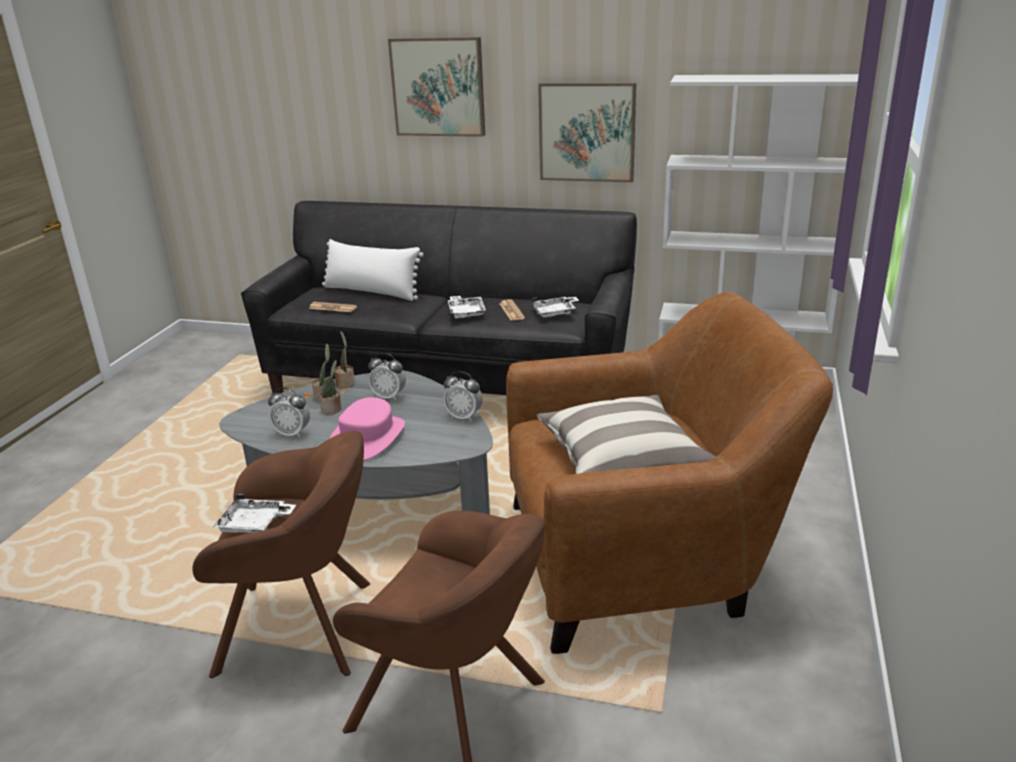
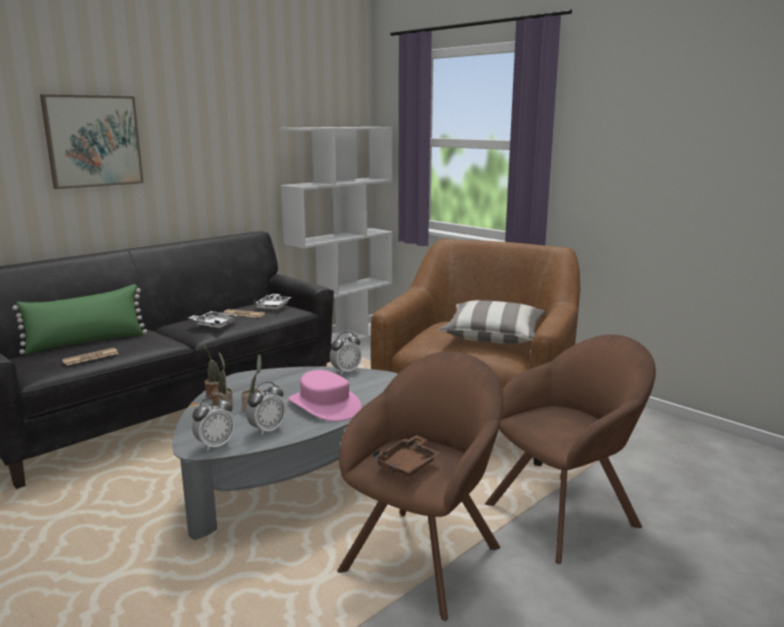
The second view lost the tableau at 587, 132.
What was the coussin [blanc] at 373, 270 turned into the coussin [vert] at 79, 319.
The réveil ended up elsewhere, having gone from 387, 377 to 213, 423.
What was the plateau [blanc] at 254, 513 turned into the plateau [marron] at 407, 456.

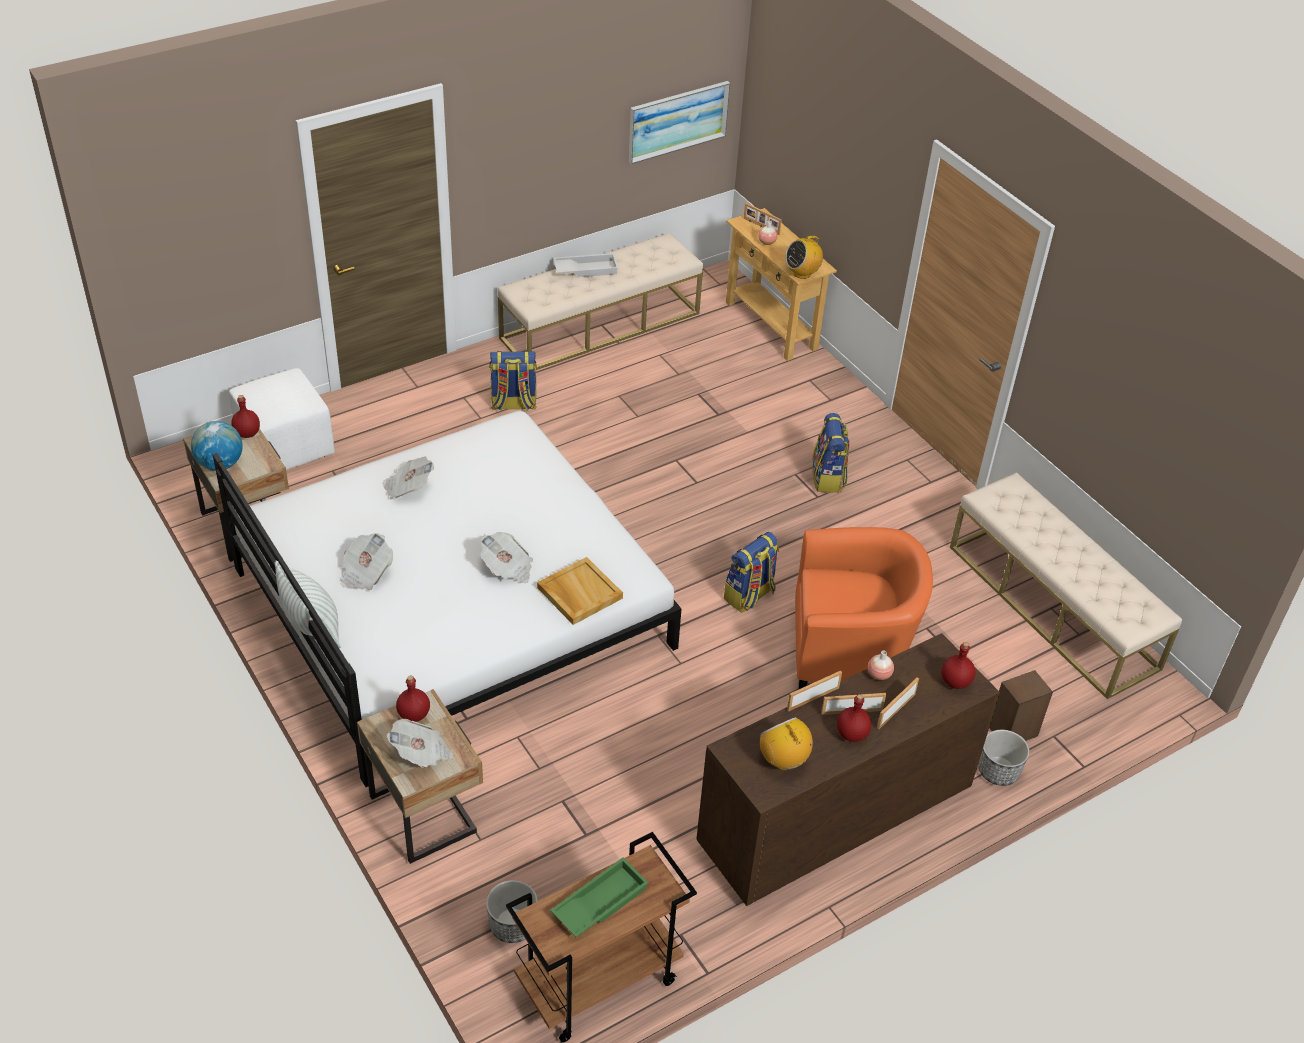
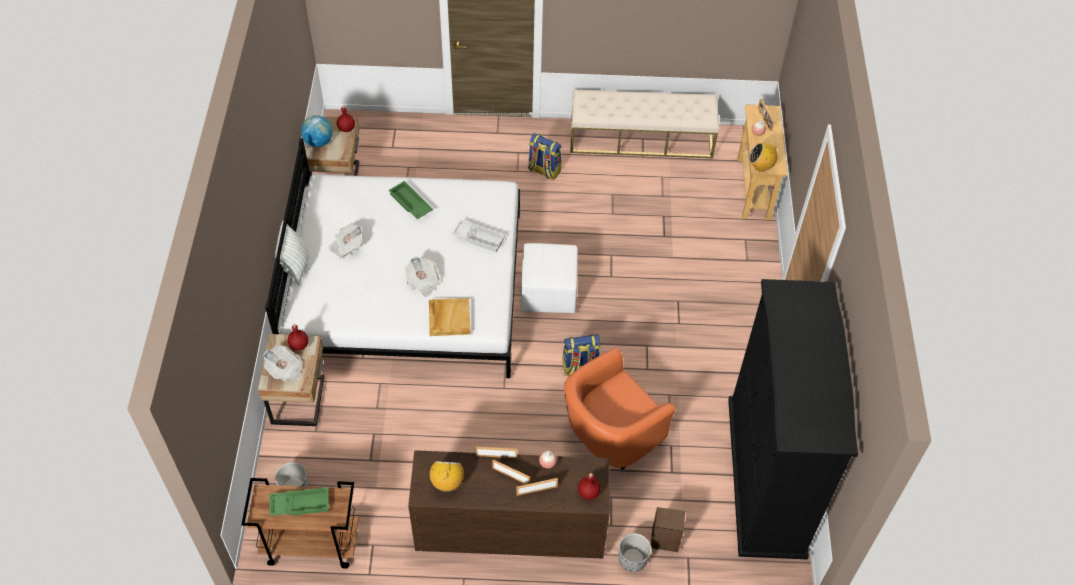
The second view lost the tableau at 679, 122.
The plateau [blanc] ended up elsewhere, having gone from 586, 265 to 478, 235.
The pouf [blanc] ended up elsewhere, having gone from 282, 419 to 549, 278.
The second view lost the sac à dos at 830, 453.
Where the journal stood at 408, 478, the plateau [vert] came to stand at 410, 200.
Where the banc [beige] stood at 1066, 585, the armoire [noir] came to stand at 793, 419.
The fauteuil [orange] at 864, 608 ended up facing another way, 105 degrees clockwise from before.
The second view lost the bouteille [rouge] at 854, 718.

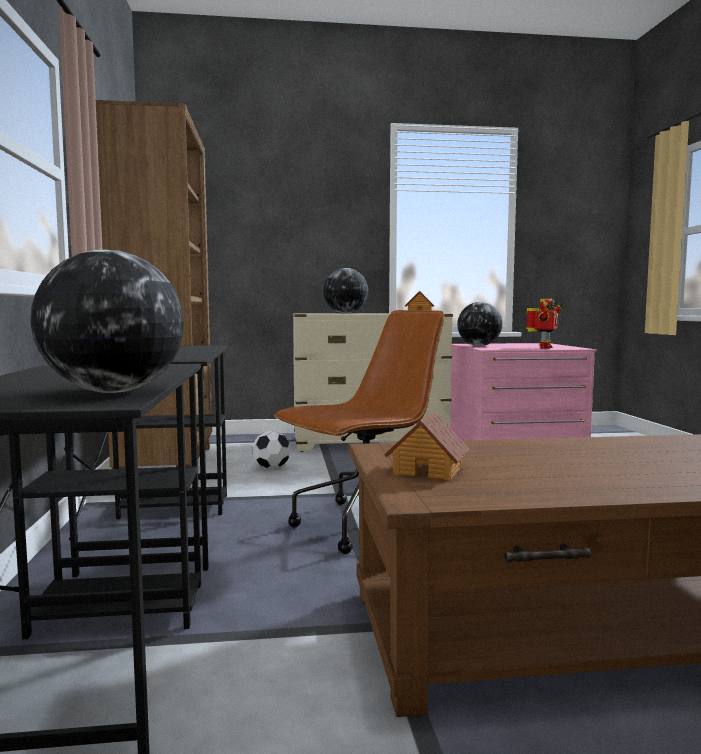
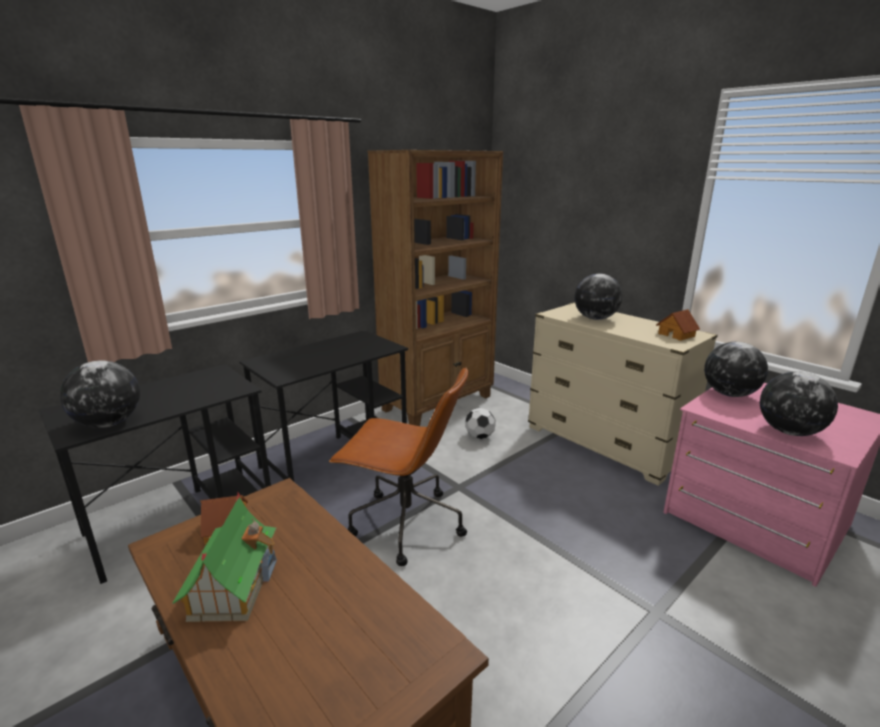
Where the robot jouet stood at 544, 324, the globe came to stand at 799, 403.
The second view gained the maison miniature at 224, 557.

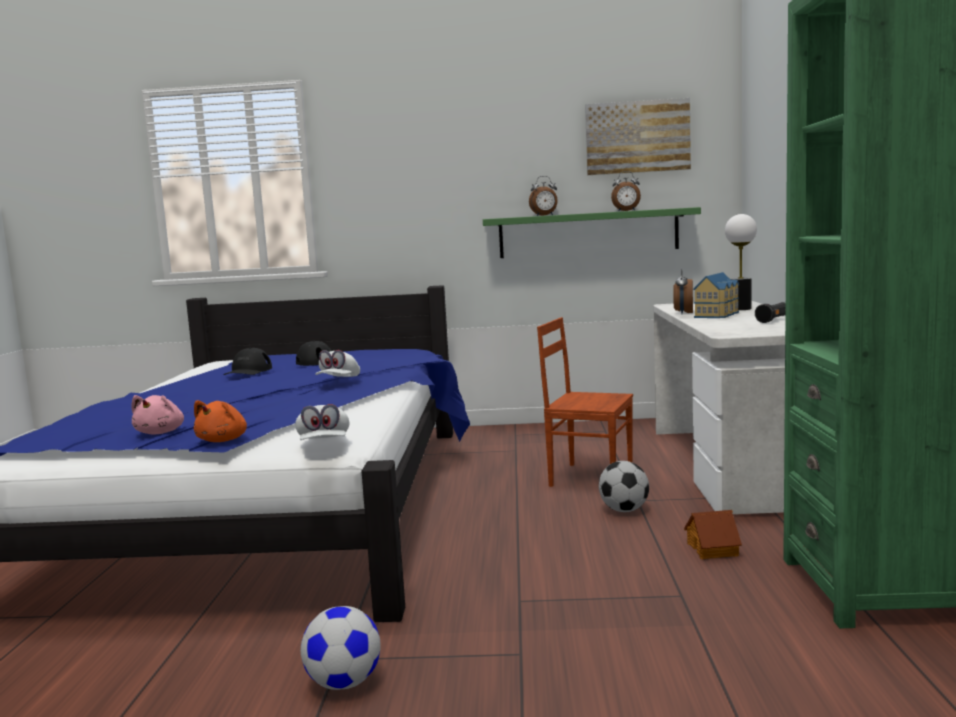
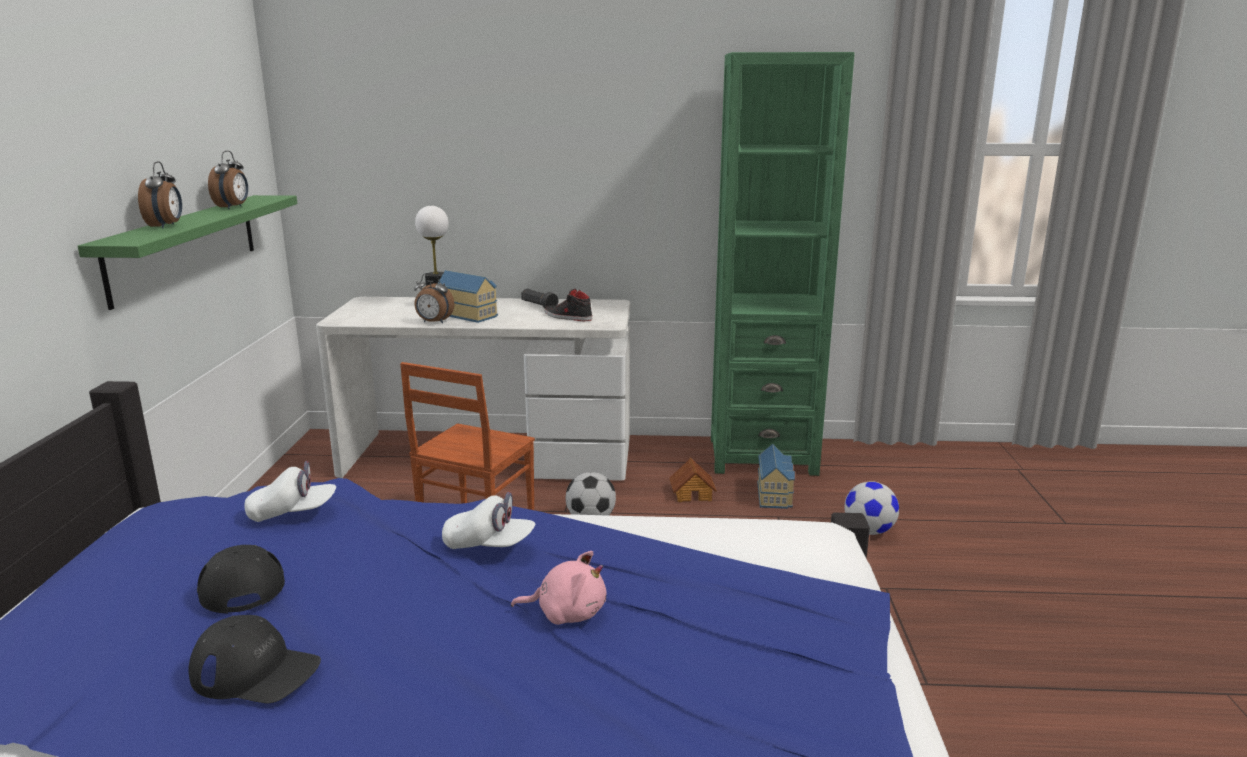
The second view lost the tableau at 638, 136.
The peluche [rose] ended up elsewhere, having gone from 157, 414 to 559, 588.
The second view lost the peluche [orange] at 220, 421.
The casquette [blanc] ended up elsewhere, having gone from 322, 422 to 290, 491.
The ballon de foot ended up elsewhere, having gone from 341, 648 to 871, 508.
The second view gained the chaussure [noir] at 568, 305.
The second view gained the maison miniature at 776, 476.

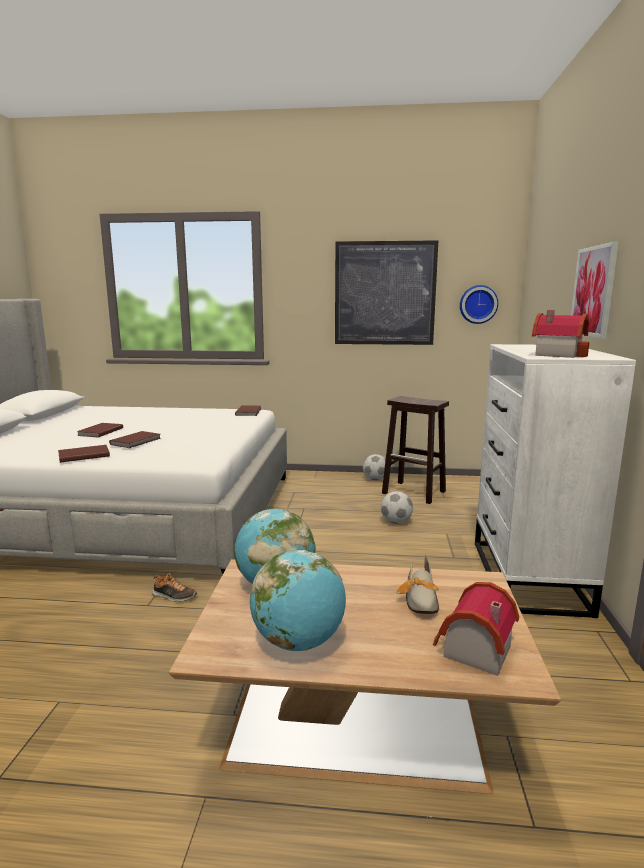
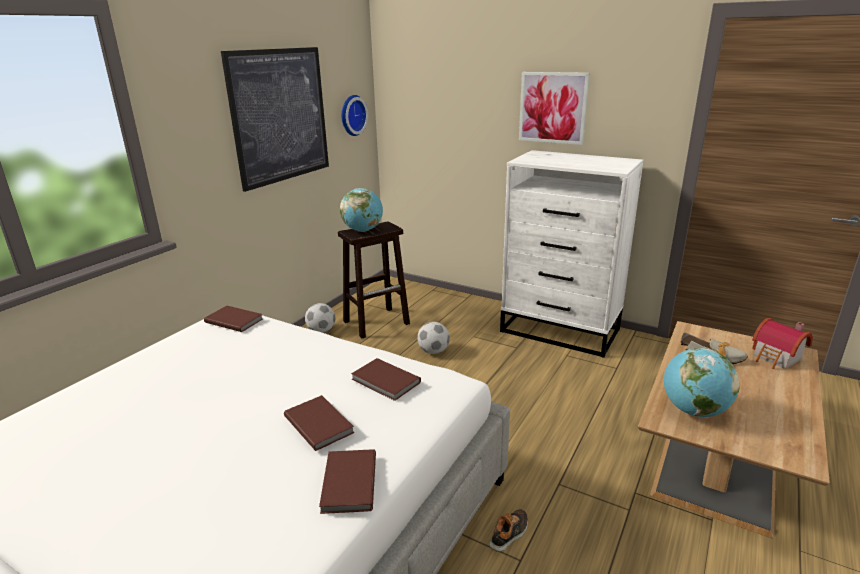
The second view lost the maison miniature at 560, 334.
The livre [marron] ended up elsewhere, having gone from 100, 430 to 386, 379.
The globe ended up elsewhere, having gone from 298, 600 to 361, 210.

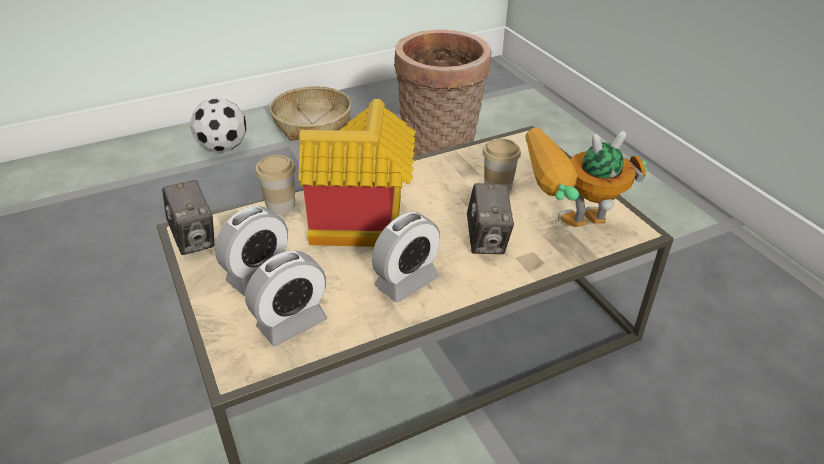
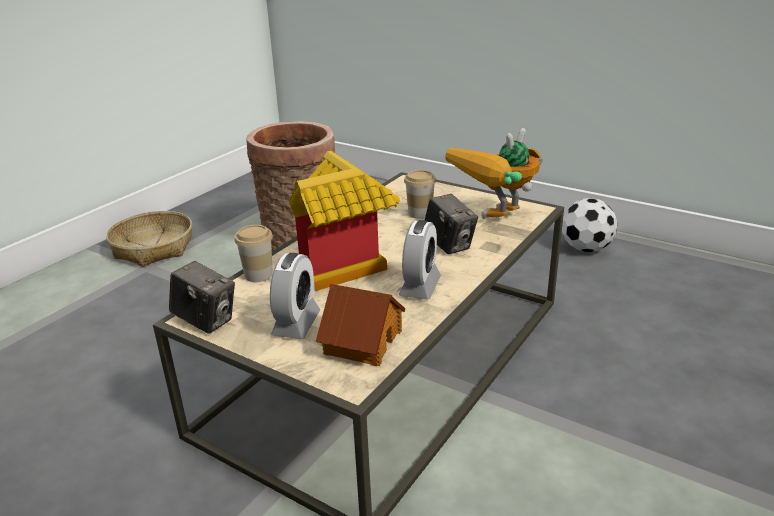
The ballon de foot ended up elsewhere, having gone from 219, 125 to 590, 225.
Where the réveil stood at 286, 298, the maison miniature came to stand at 360, 325.

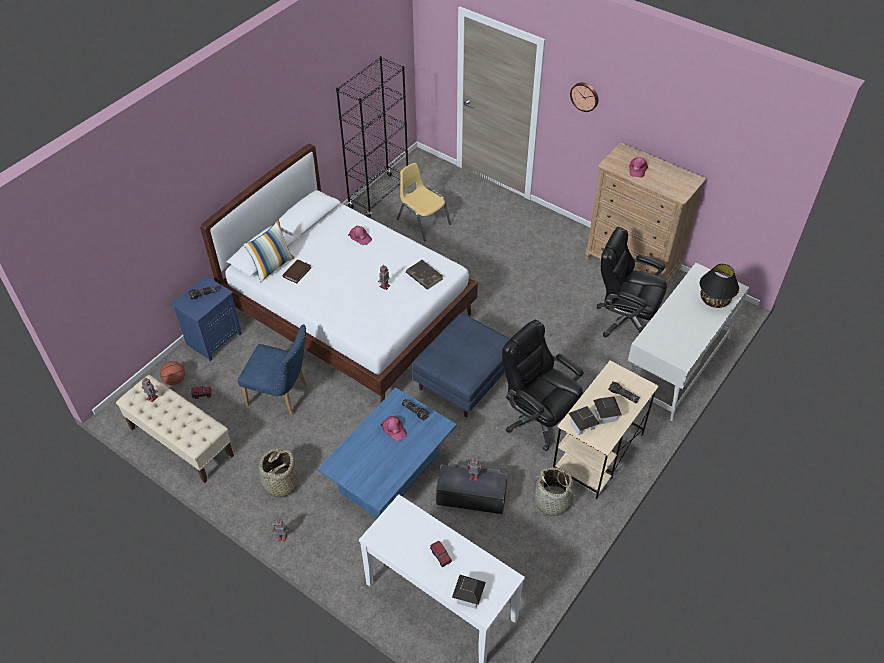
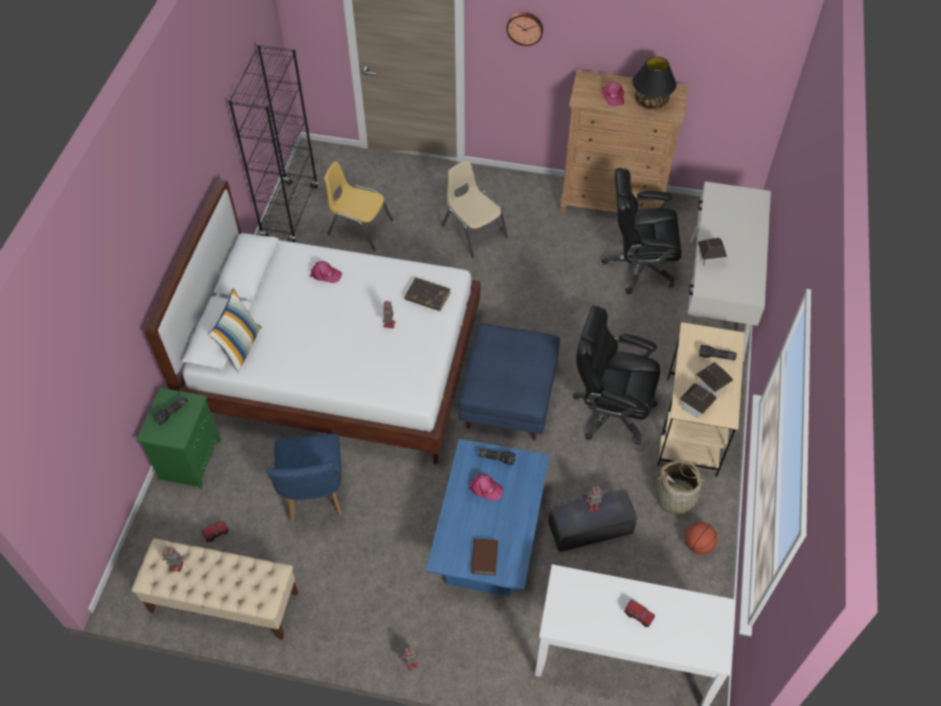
The livre [marron] ended up elsewhere, having gone from 296, 271 to 484, 557.
The lampe de table [noir] ended up elsewhere, having gone from 719, 286 to 654, 83.
What was the table de chevet [bleu] at 206, 318 turned into the table de chevet [vert] at 178, 438.
The chaise [bleu] at 273, 369 ended up facing another way, 90 degrees clockwise from before.
The ballon de basket ended up elsewhere, having gone from 172, 373 to 701, 538.
The second view lost the panier at 279, 474.
The maison miniature ended up elsewhere, having gone from 469, 592 to 712, 252.
The second view gained the chaise [beige] at 475, 209.

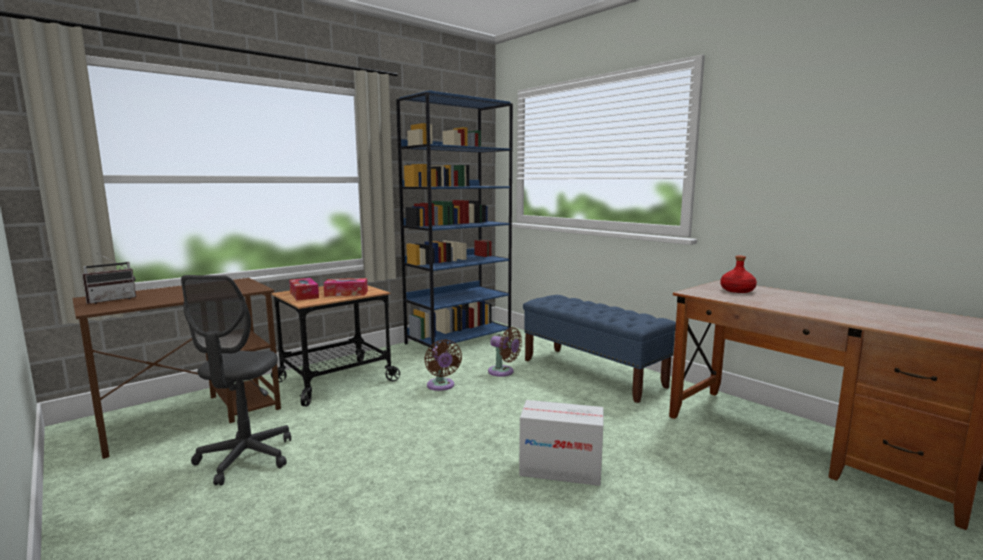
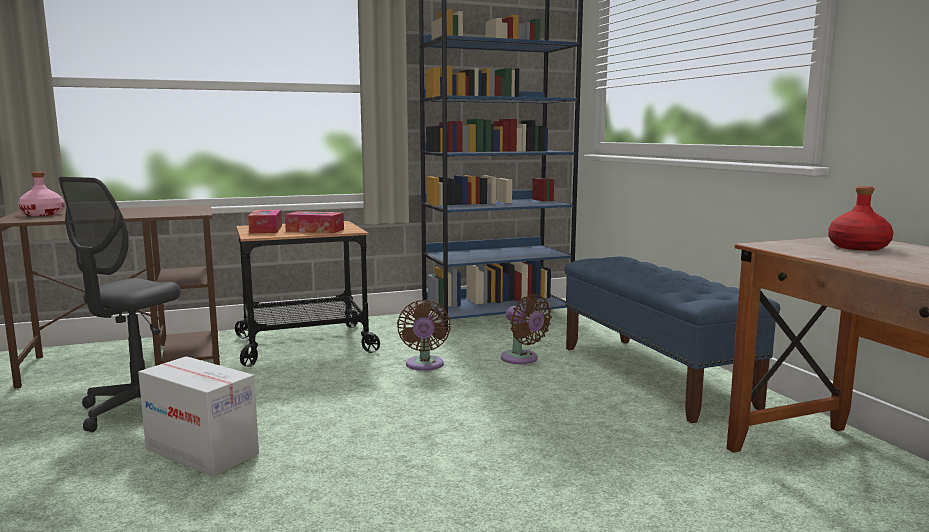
Where the radio stood at 109, 278, the bouteille [rose] came to stand at 41, 194.
The carton ended up elsewhere, having gone from 561, 443 to 198, 416.

